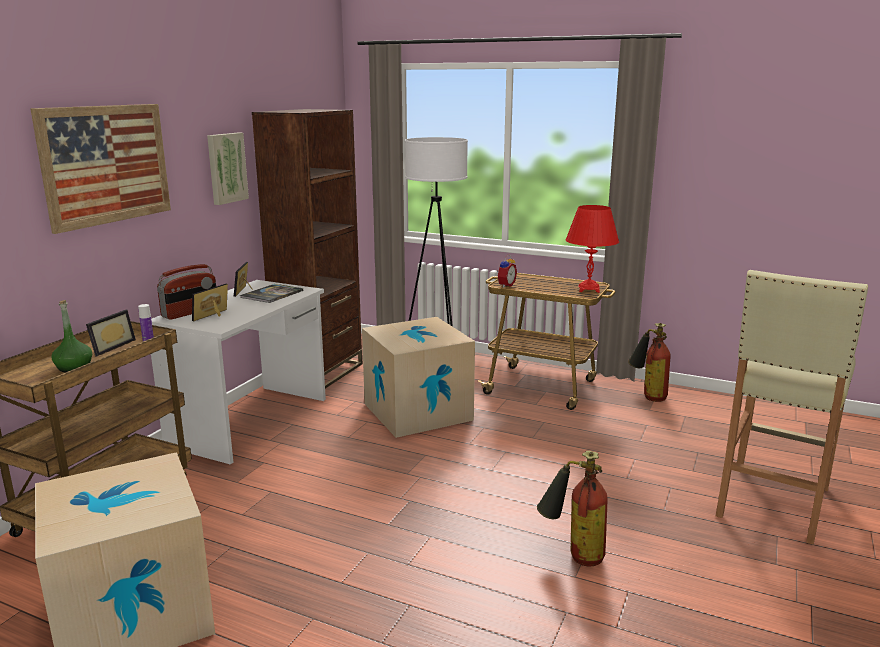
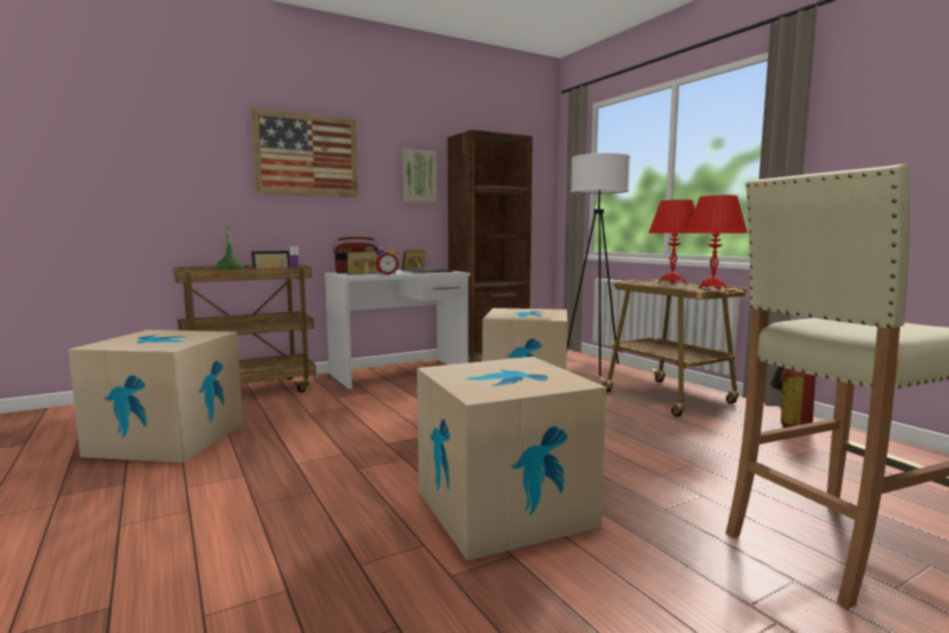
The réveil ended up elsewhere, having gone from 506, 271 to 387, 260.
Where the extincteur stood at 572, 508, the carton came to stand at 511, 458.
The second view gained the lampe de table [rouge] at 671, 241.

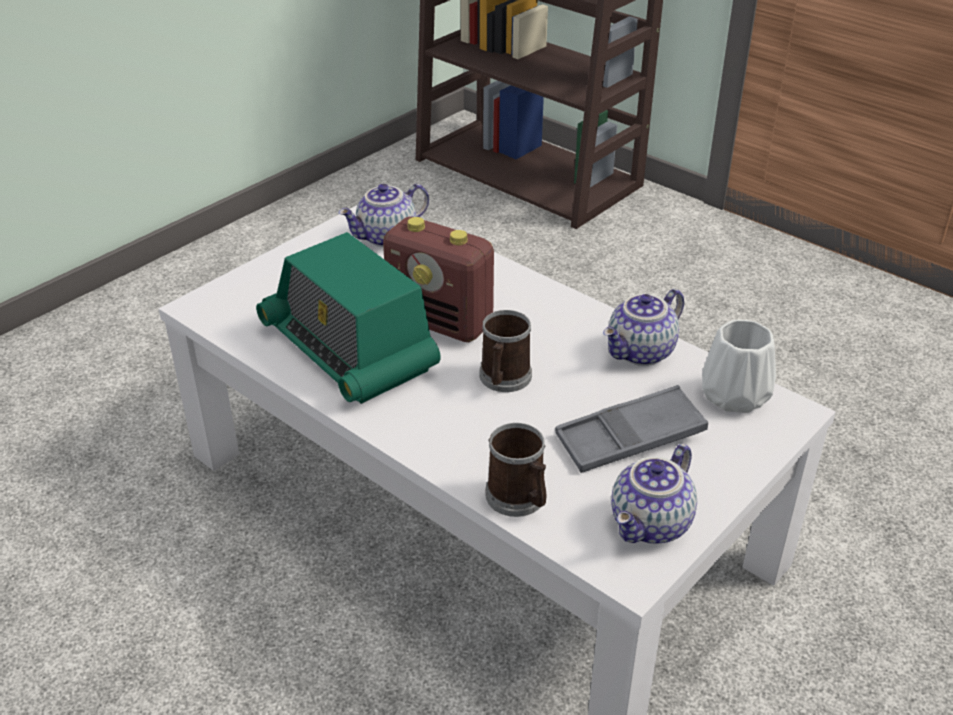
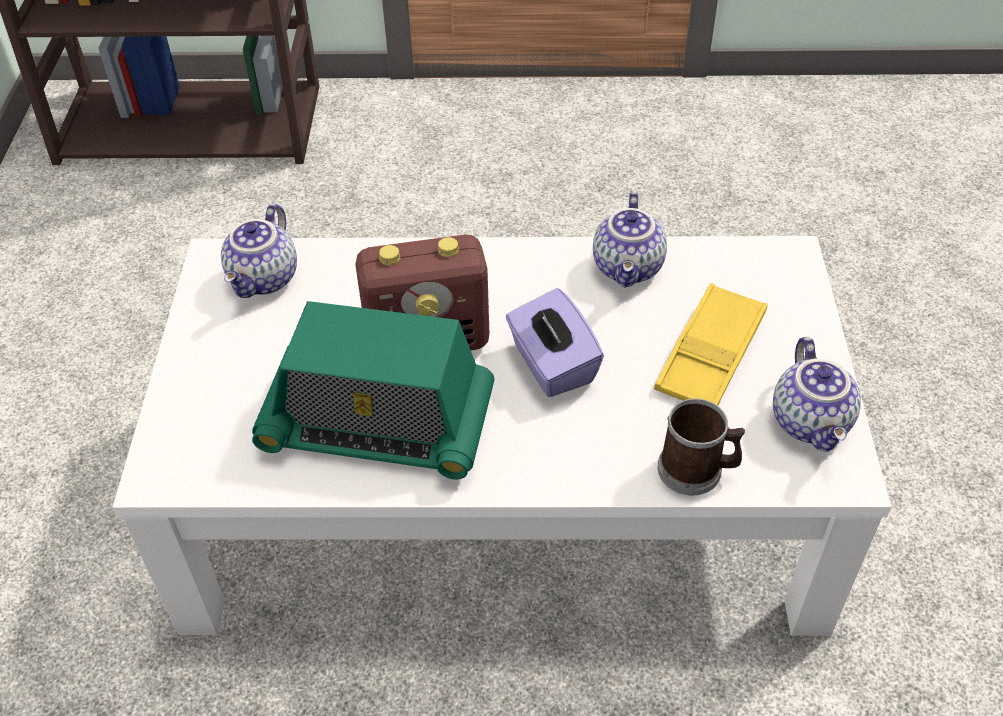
Where the mug stood at 506, 351, the boîte à mouchoirs [violet] came to stand at 555, 342.
The second view lost the vase [blanc] at 739, 366.
What was the plateau [gris] at 631, 429 turned into the plateau [jaune] at 711, 344.

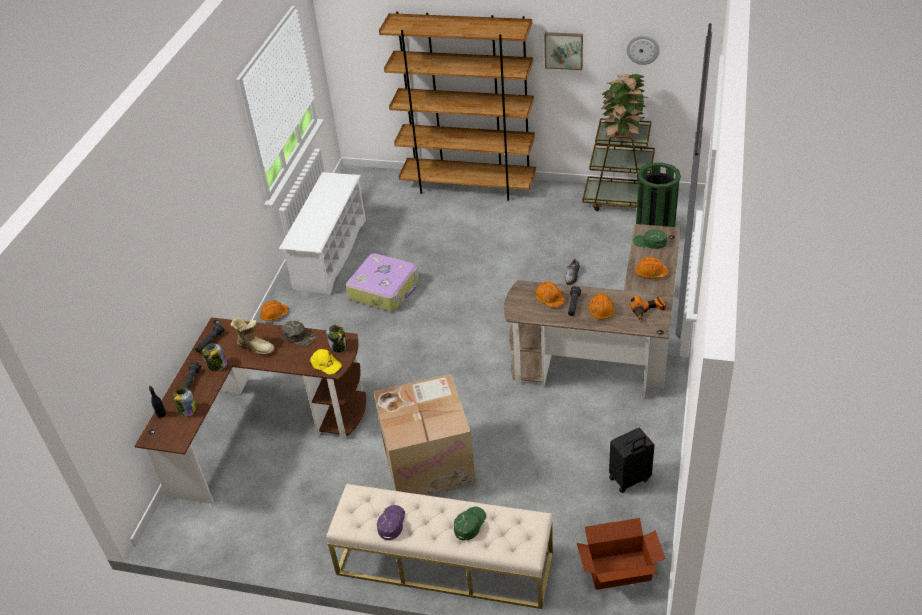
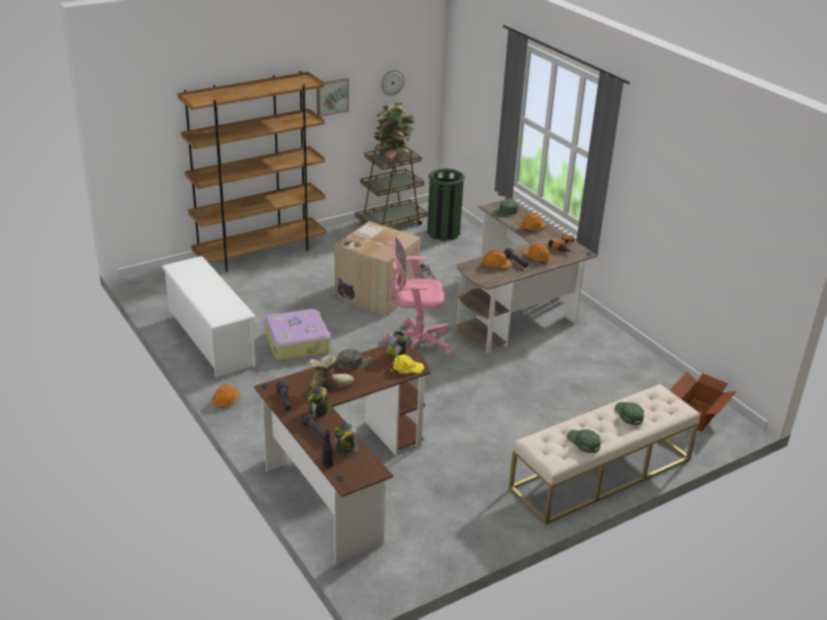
The carton ended up elsewhere, having gone from 425, 434 to 377, 269.
The second view lost the valise [noir] at 631, 460.
What was the casquette [violet] at 391, 522 turned into the casquette [vert] at 584, 441.
The second view gained the chaise de bureau [rose] at 417, 296.

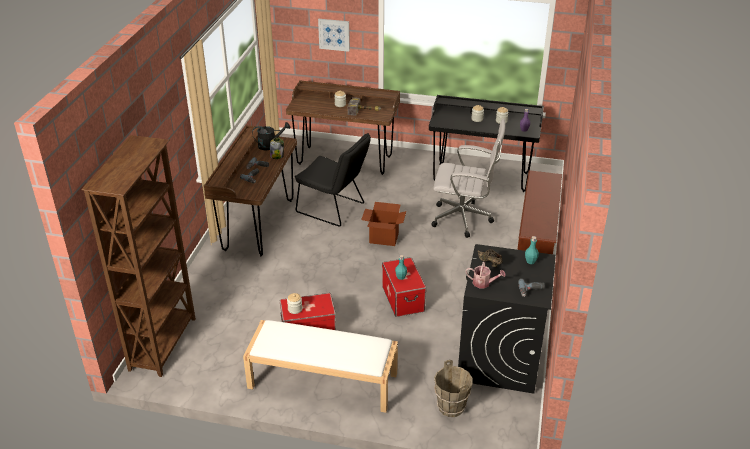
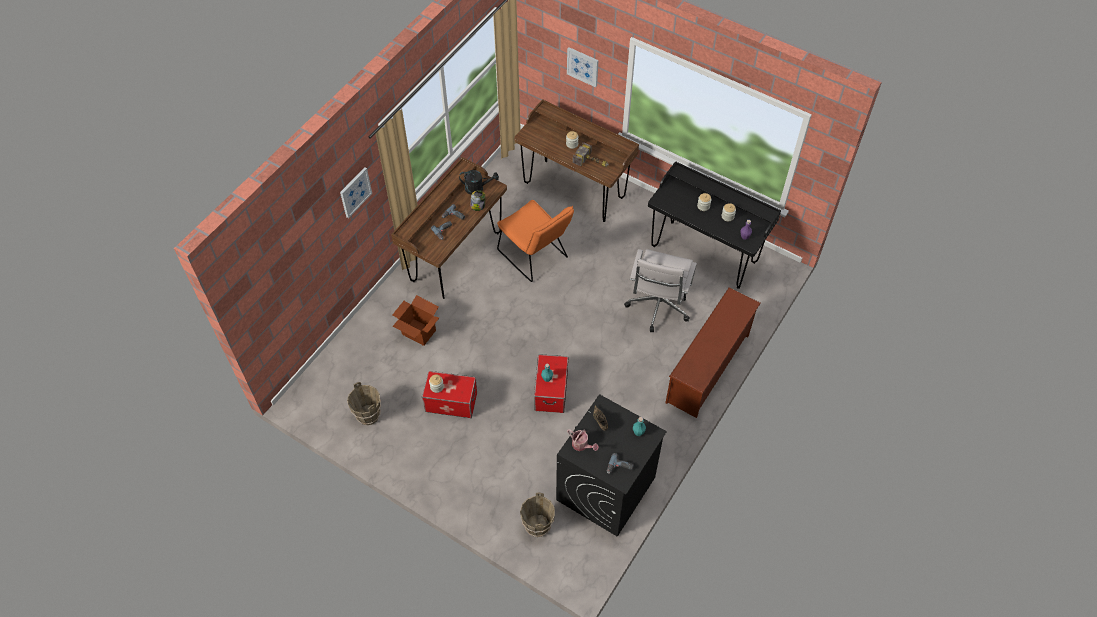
The chaise de bureau [blanc] at 468, 178 ended up facing another way, 75 degrees clockwise from before.
What was the chaise [noir] at 333, 180 turned into the chaise [orange] at 535, 241.
The second view lost the bibliothèque [marron] at 138, 256.
The carton ended up elsewhere, having gone from 383, 224 to 415, 320.
The second view lost the banc [blanc] at 320, 366.
The second view gained the tableau at 356, 192.
The second view gained the seau [marron] at 364, 403.

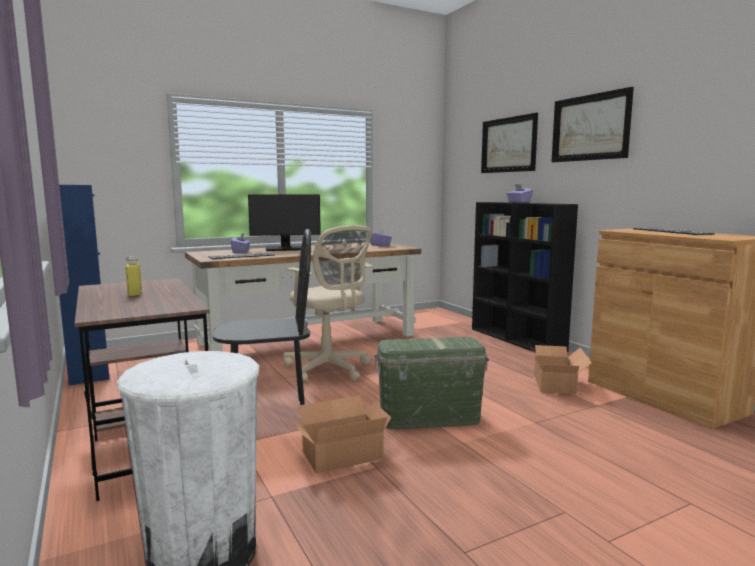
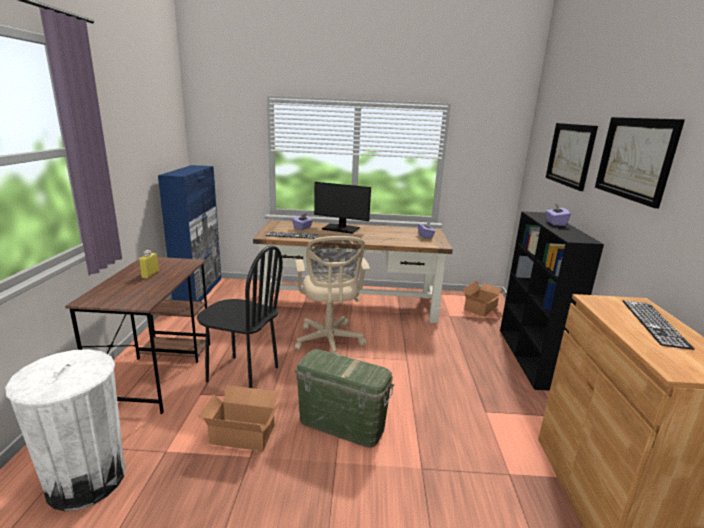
The carton ended up elsewhere, having gone from 560, 368 to 485, 299.

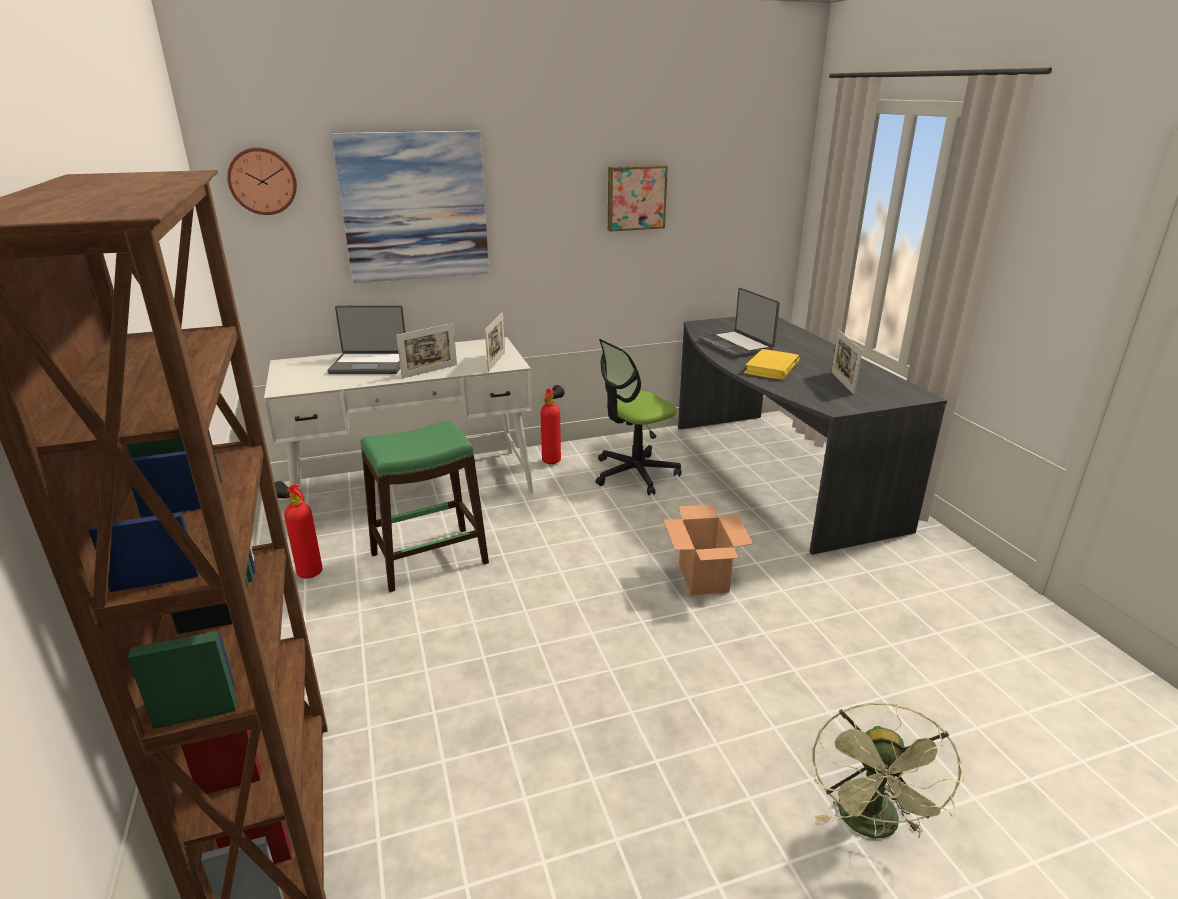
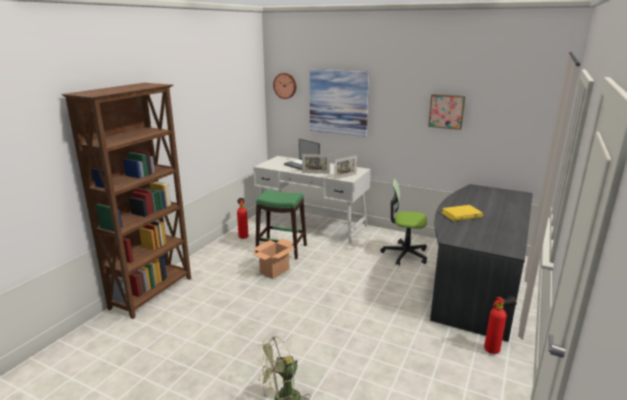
The second view lost the ordinateur portable at 739, 323.
The second view lost the cadre photo at 846, 362.
The extincteur ended up elsewhere, having gone from 553, 424 to 500, 325.
The carton ended up elsewhere, having gone from 708, 549 to 274, 258.

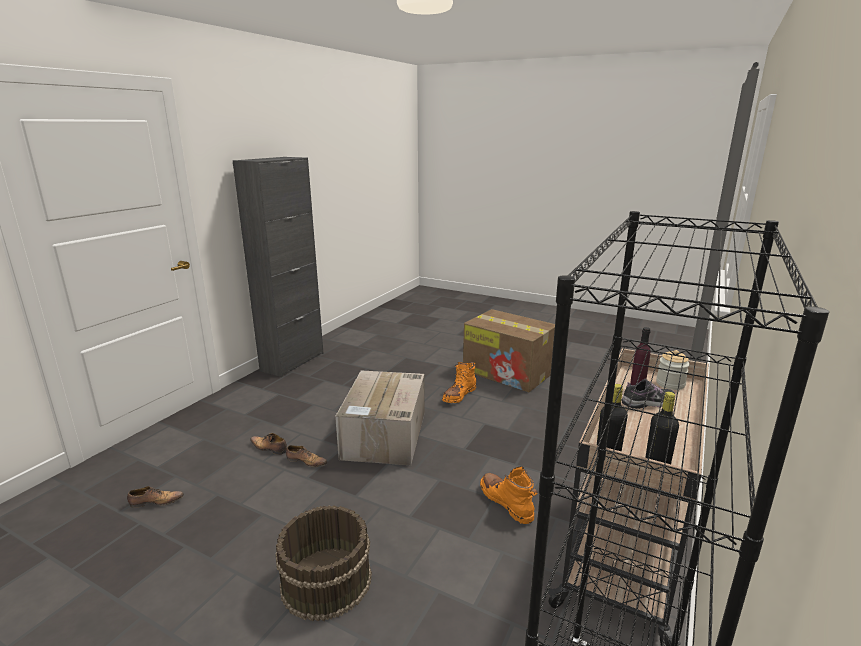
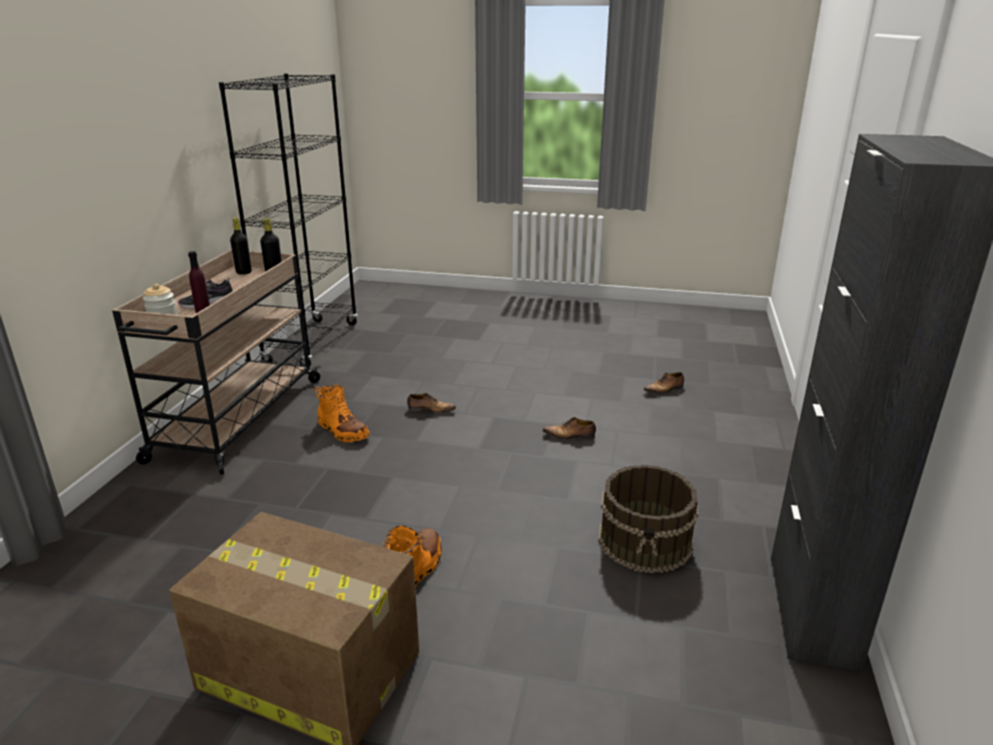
The second view lost the carton at 380, 417.
The chaussure ended up elsewhere, having gone from 268, 444 to 431, 403.
The seau [marron] ended up elsewhere, having gone from 323, 563 to 648, 519.

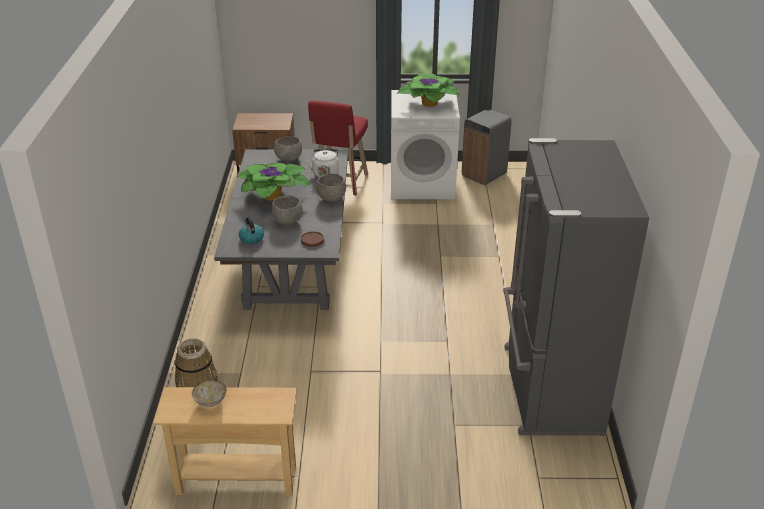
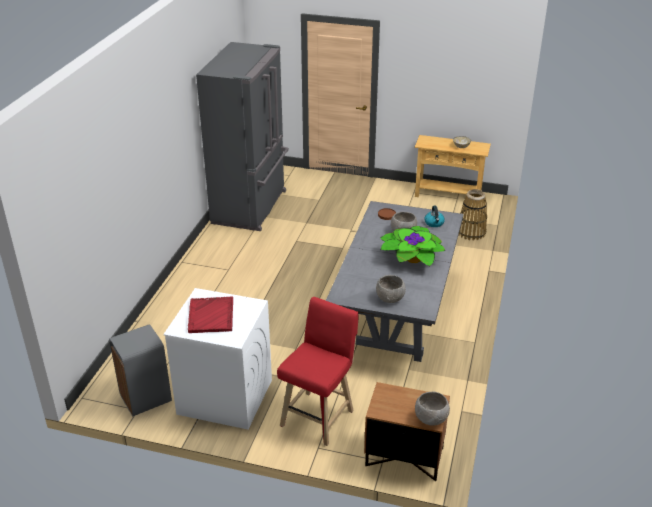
Where the plante en pot stood at 428, 90, the plateau [rouge] came to stand at 210, 314.
The second view lost the bouilloire [blanc] at 322, 163.
The bol [gris] ended up elsewhere, having gone from 331, 188 to 432, 408.

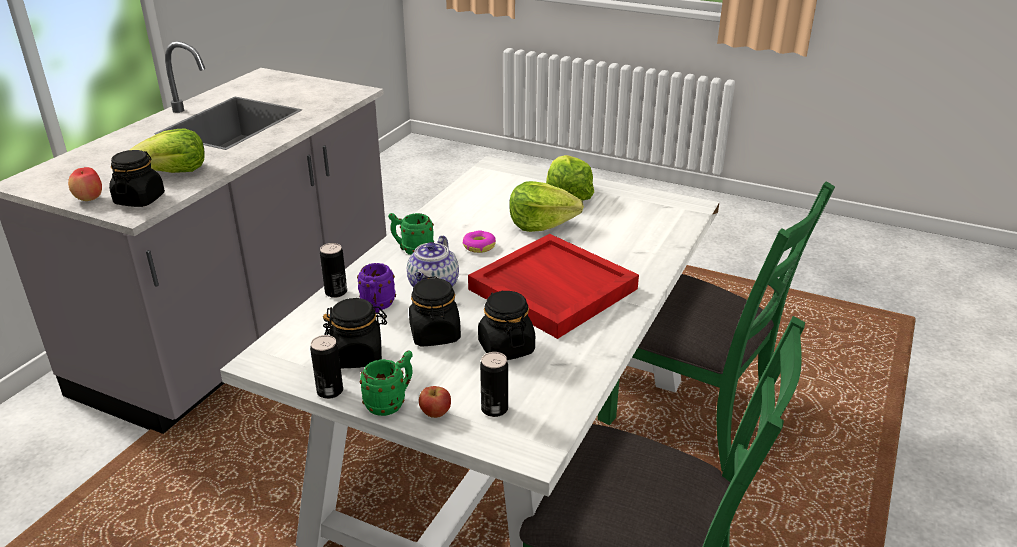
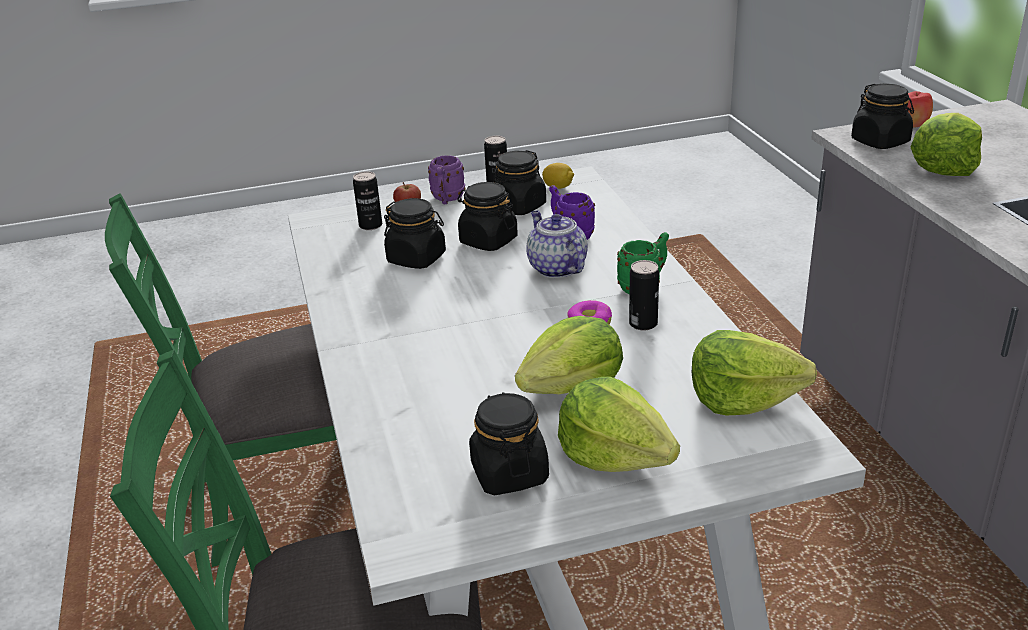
The second view lost the plateau [rouge] at 553, 286.
The boîte métallique ended up elsewhere, having gone from 333, 270 to 644, 295.
What was the mug [vert] at 386, 383 turned into the mug [violet] at 447, 179.
The second view gained the citron at 558, 176.
The second view gained the laitue at 754, 373.
The second view gained the bocal [noir] at 509, 443.

